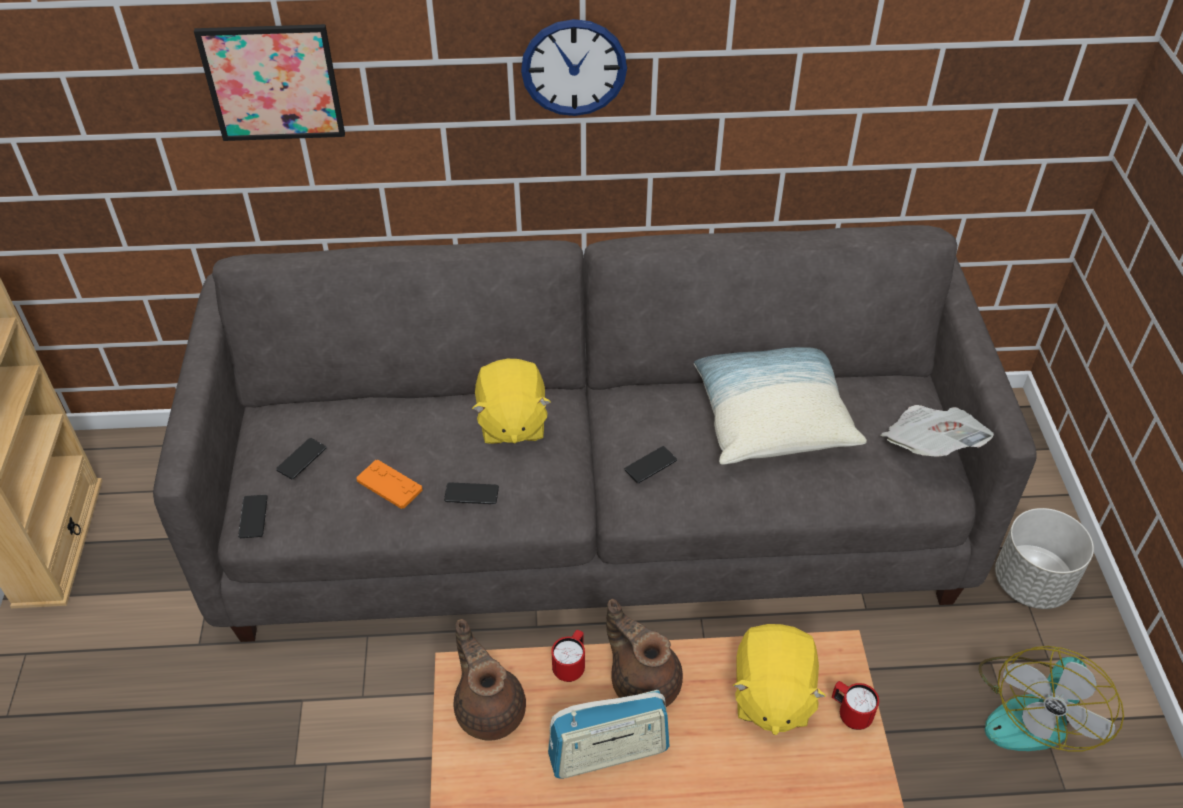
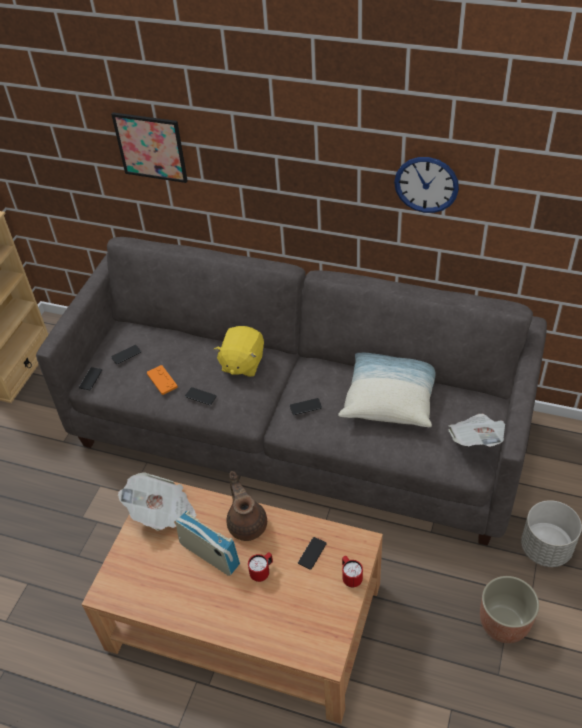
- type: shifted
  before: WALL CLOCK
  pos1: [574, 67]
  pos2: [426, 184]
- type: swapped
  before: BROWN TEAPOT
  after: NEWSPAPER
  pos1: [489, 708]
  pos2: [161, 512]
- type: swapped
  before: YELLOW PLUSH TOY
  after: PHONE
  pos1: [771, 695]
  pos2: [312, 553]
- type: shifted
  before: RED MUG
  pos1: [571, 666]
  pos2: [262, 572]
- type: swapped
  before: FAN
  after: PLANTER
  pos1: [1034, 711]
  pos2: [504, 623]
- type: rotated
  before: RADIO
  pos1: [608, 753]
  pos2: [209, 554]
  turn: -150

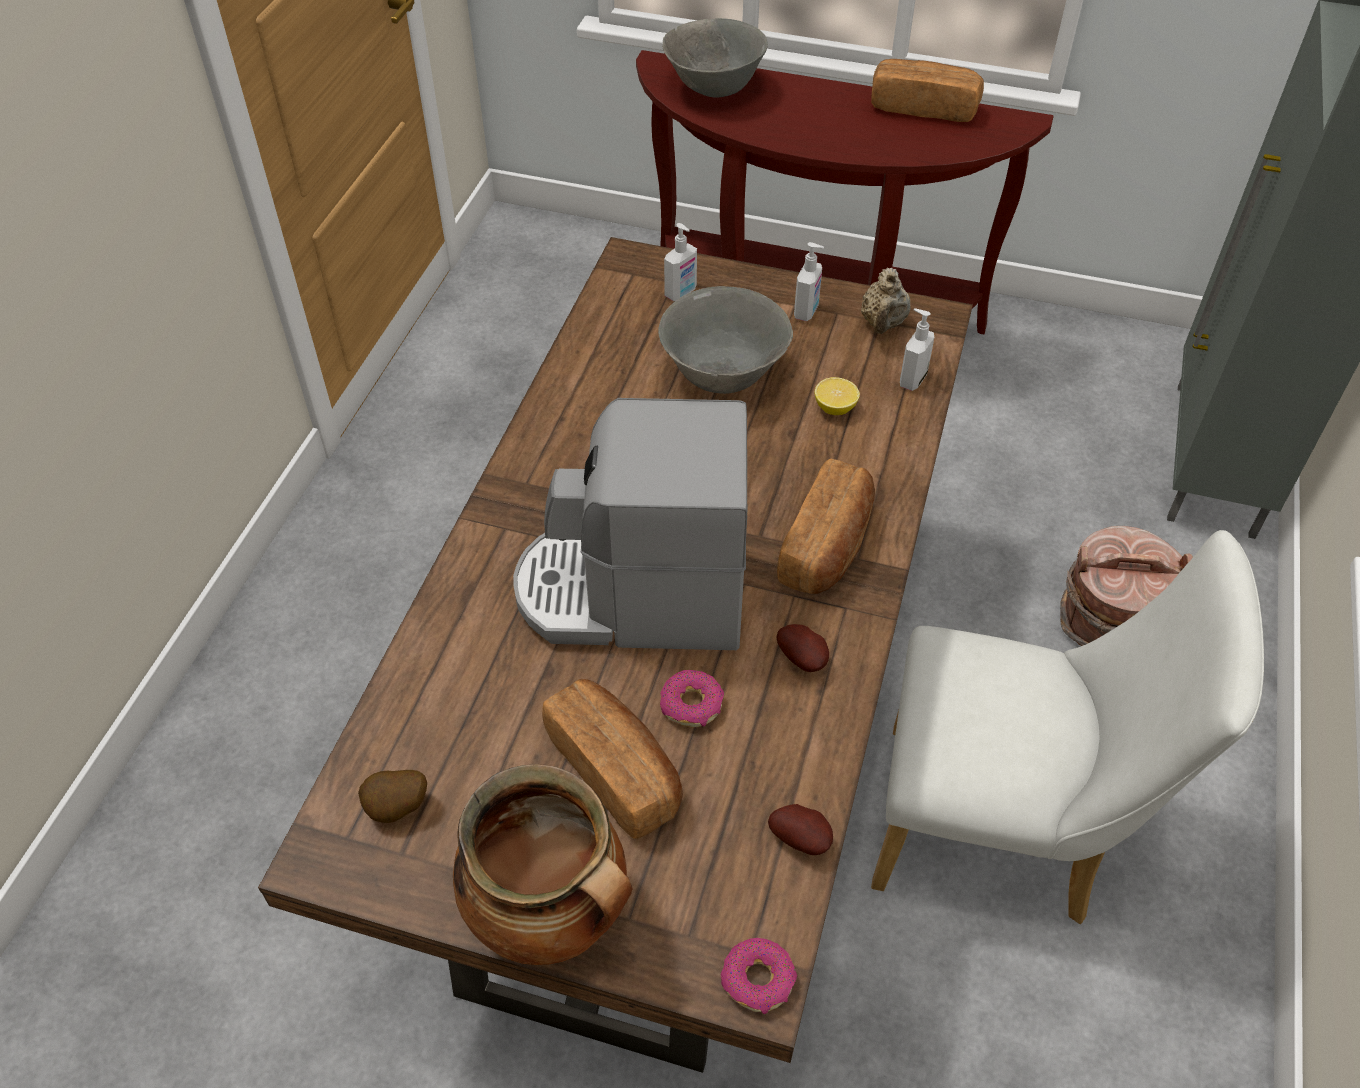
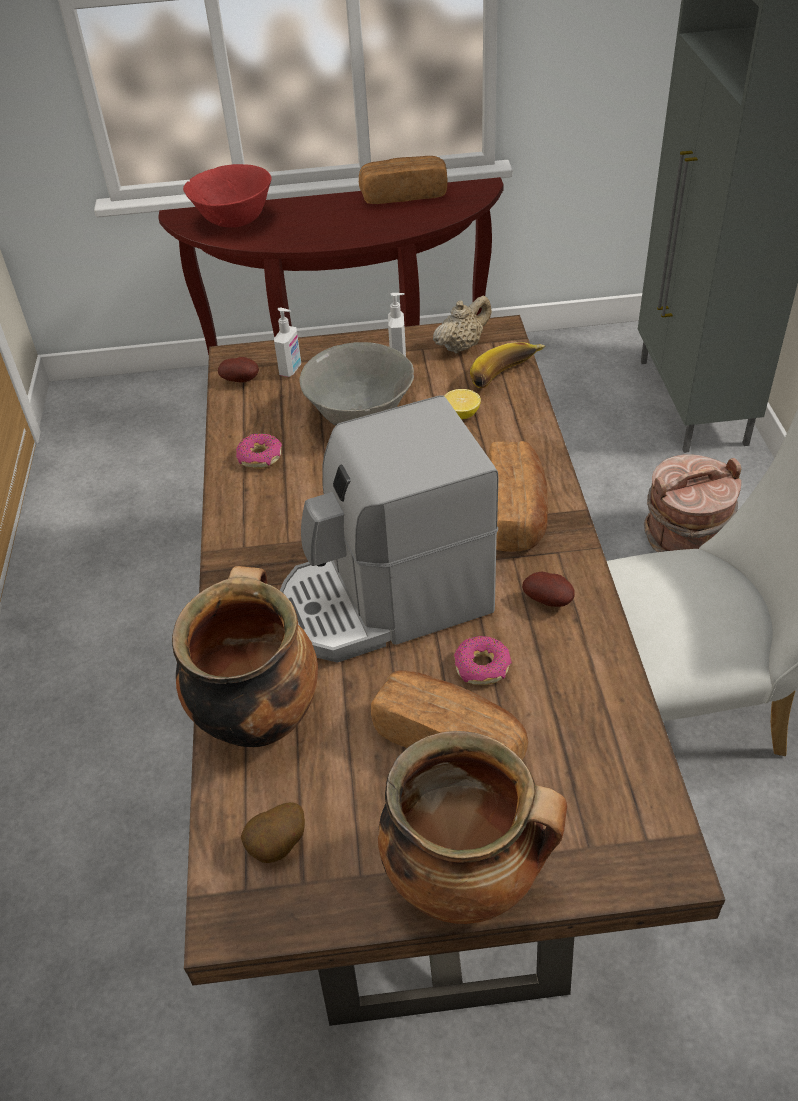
- type: repainted
  before: GREY BOWL
  after: RED BOWL
  pos1: [714, 89]
  pos2: [234, 222]
- type: rotated
  before: BEIGE TEAPOT
  pos1: [883, 323]
  pos2: [462, 346]
  turn: -120
- type: swapped
  before: SOAP DISPENSER
  after: BANANA
  pos1: [912, 379]
  pos2: [507, 377]
- type: shifted
  before: POTATO
  pos1: [802, 838]
  pos2: [242, 380]
- type: shifted
  before: DONUT
  pos1: [758, 981]
  pos2: [260, 457]
- type: new
  after: COOKING POT
  pos2: [257, 716]

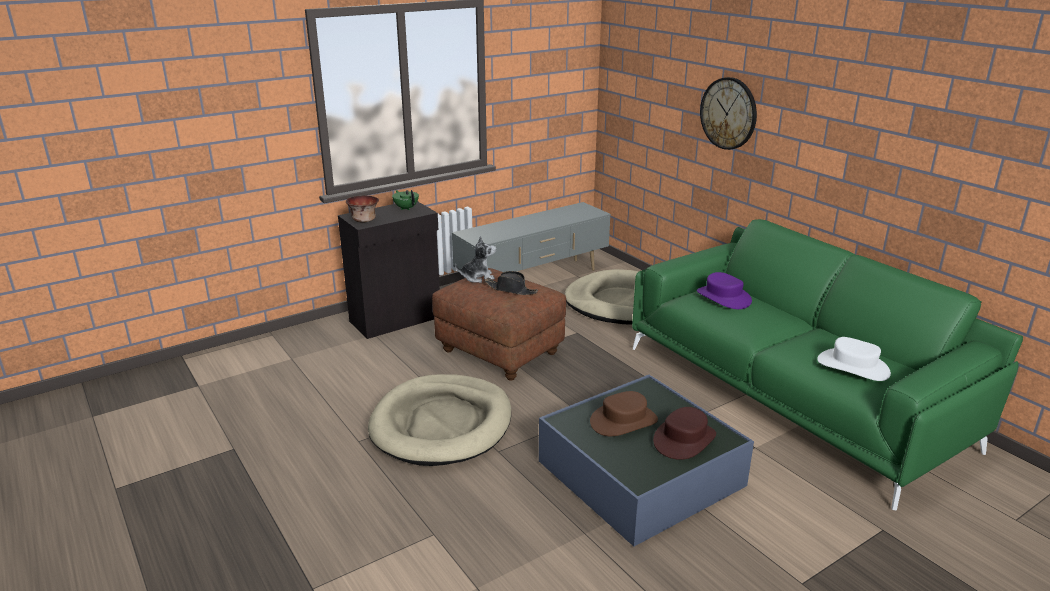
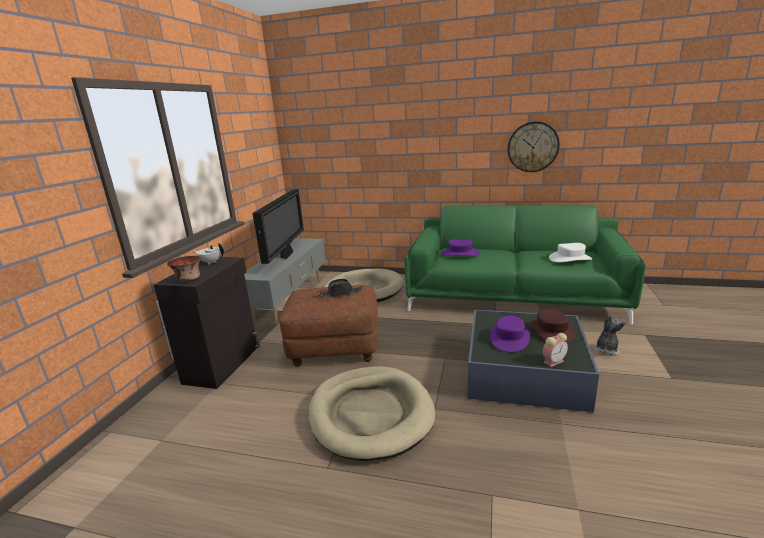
- type: shifted
  before: WALL CLOCK
  pos1: [728, 113]
  pos2: [533, 147]
- type: repainted
  before: GREEN TEAPOT
  after: WHITE TEAPOT
  pos1: [406, 208]
  pos2: [211, 262]
- type: shifted
  before: PLUSH TOY
  pos1: [477, 277]
  pos2: [606, 349]
- type: repainted
  before: BROWN HAT
  after: PURPLE HAT
  pos1: [623, 421]
  pos2: [509, 339]
- type: new
  after: TELEVISION
  pos2: [287, 255]
- type: new
  after: ALARM CLOCK
  pos2: [554, 361]

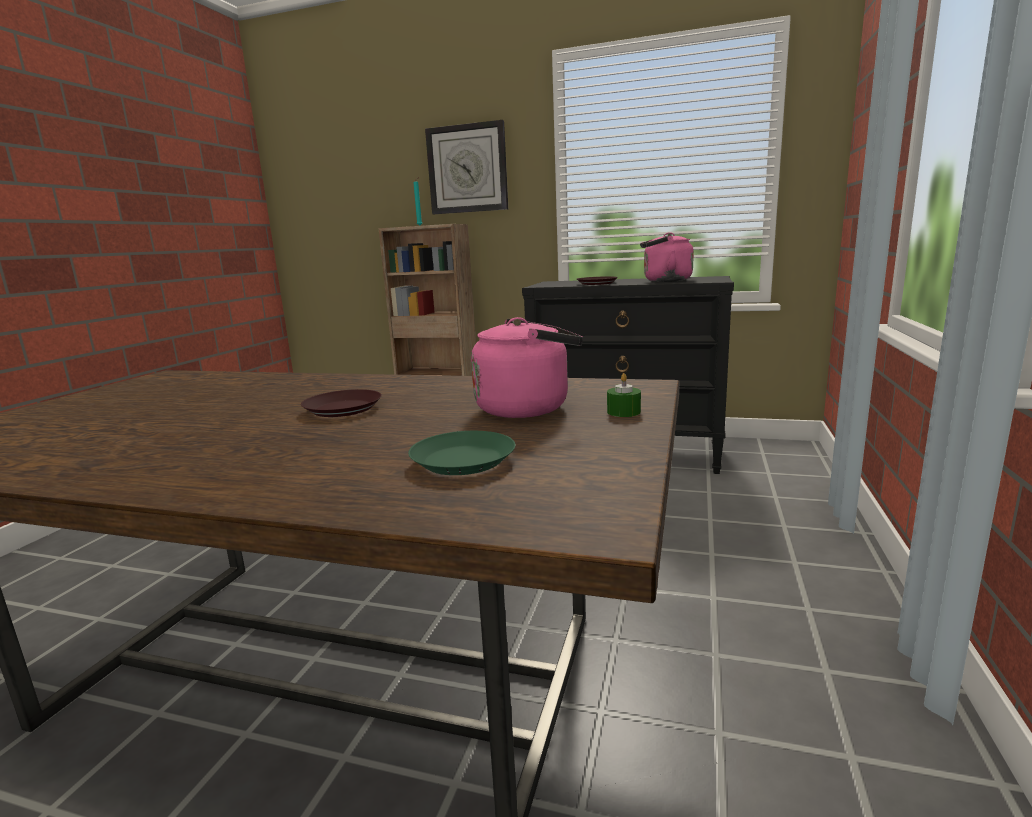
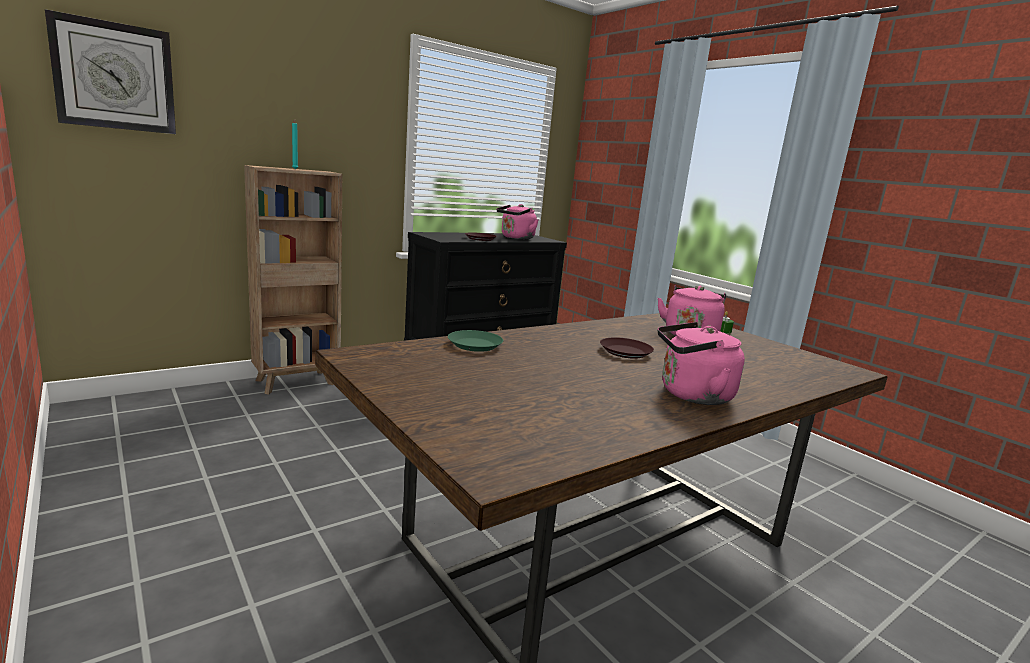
- type: shifted
  before: WALL CLOCK
  pos1: [467, 169]
  pos2: [114, 76]
- type: shifted
  before: GREEN PLATE
  pos1: [463, 460]
  pos2: [474, 345]
- type: new
  after: PINK KETTLE
  pos2: [691, 395]

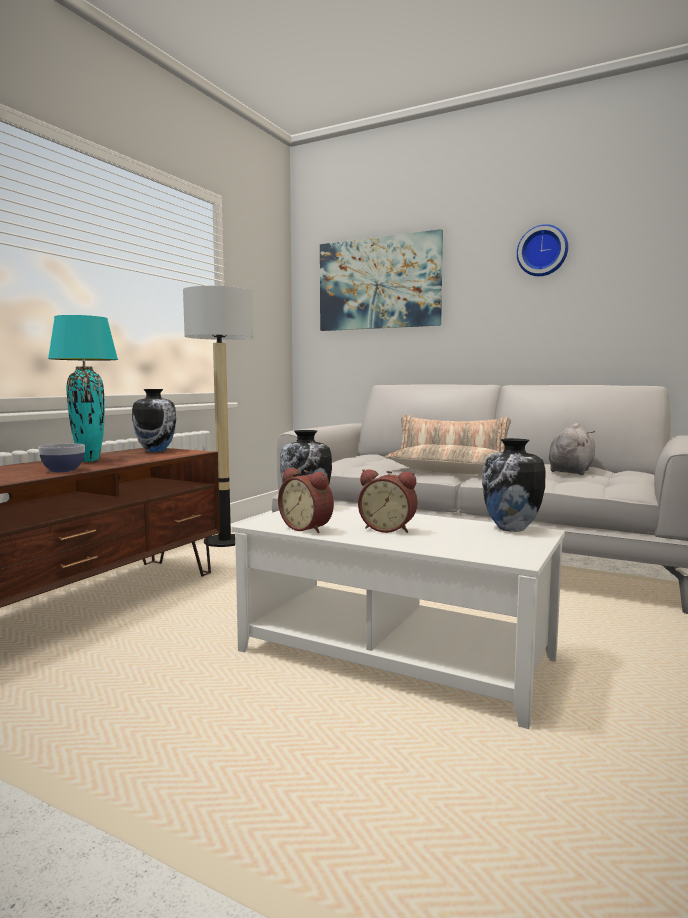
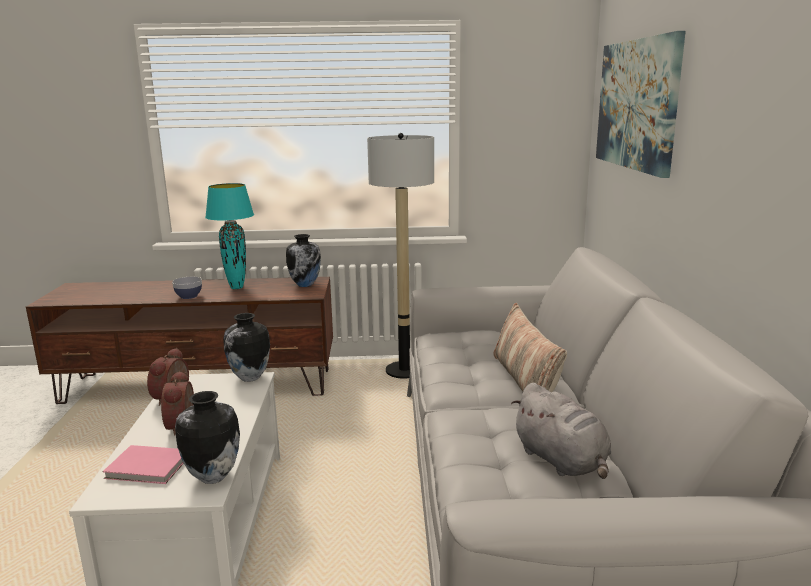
- type: gone
  before: WALL CLOCK
  pos1: [542, 251]
- type: rotated
  before: GREY PLUSH TOY
  pos1: [571, 471]
  pos2: [562, 461]
  turn: 60
- type: gone
  before: PILLOW
  pos1: [451, 472]
- type: new
  after: PINK BOOK
  pos2: [149, 468]

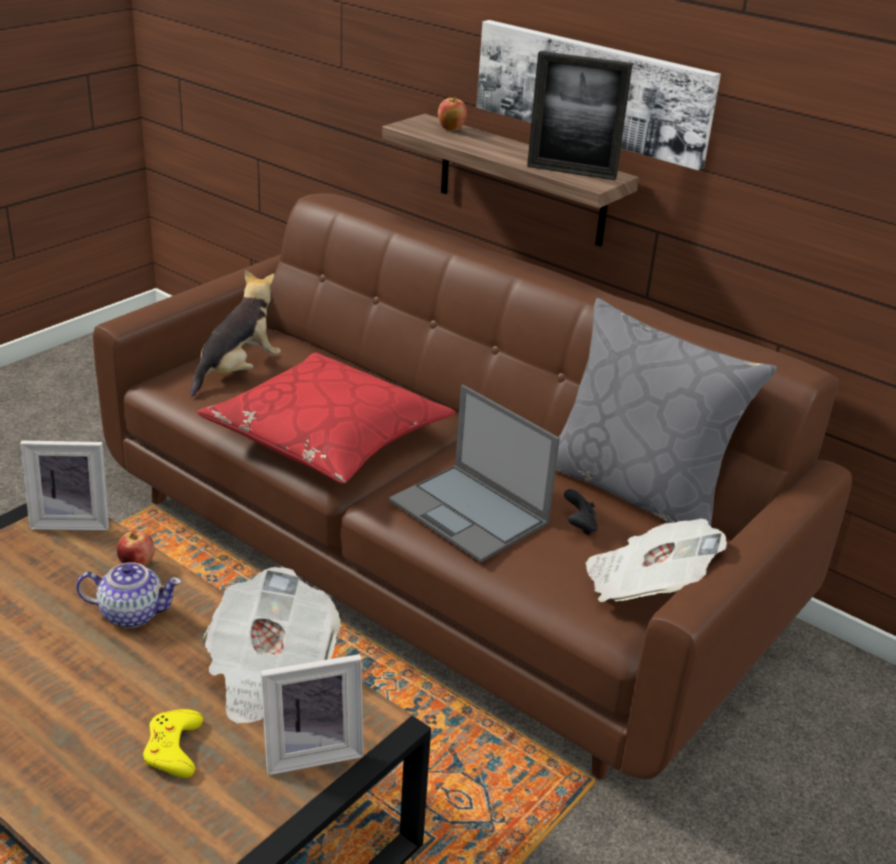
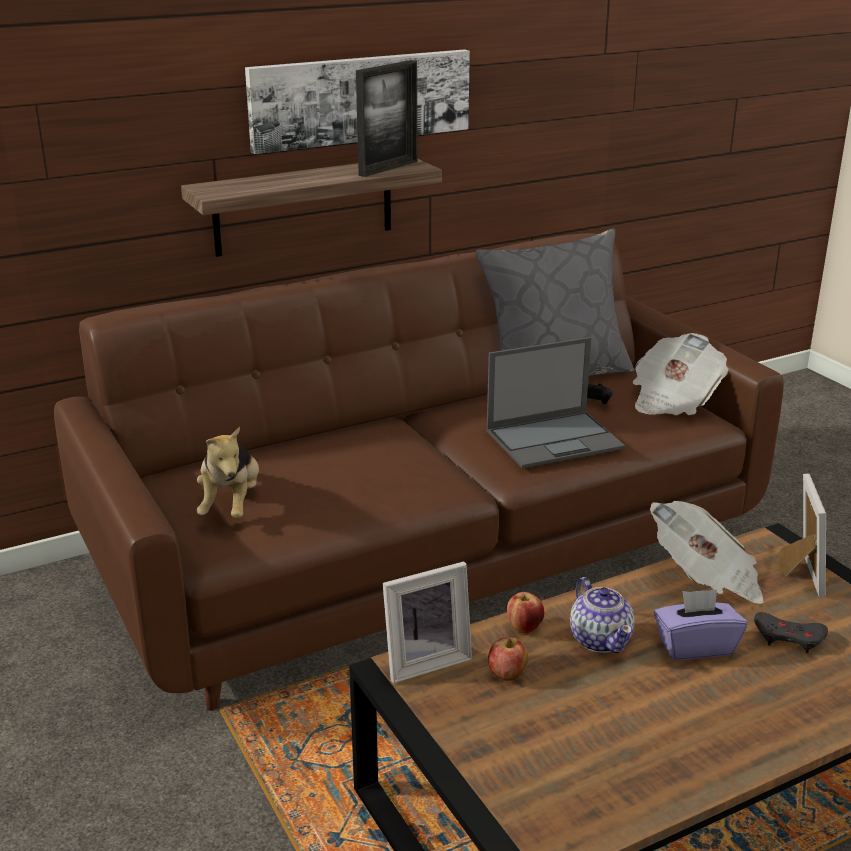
- type: shifted
  before: APPLE
  pos1: [450, 129]
  pos2: [507, 675]
- type: rotated
  before: PLUSH TOY
  pos1: [237, 371]
  pos2: [231, 505]
  turn: -150
- type: gone
  before: RED PILLOW
  pos1: [327, 436]
- type: rotated
  before: PICTURE FRAME
  pos1: [72, 520]
  pos2: [424, 660]
  turn: 45
- type: rotated
  before: TEAPOT
  pos1: [131, 613]
  pos2: [600, 639]
  turn: 135
- type: repainted
  before: YELLOW GAME CONTROLLER
  after: GREY GAME CONTROLLER
  pos1: [173, 749]
  pos2: [789, 637]
- type: new
  after: PURPLE TISSUE BOX
  pos2: [695, 646]

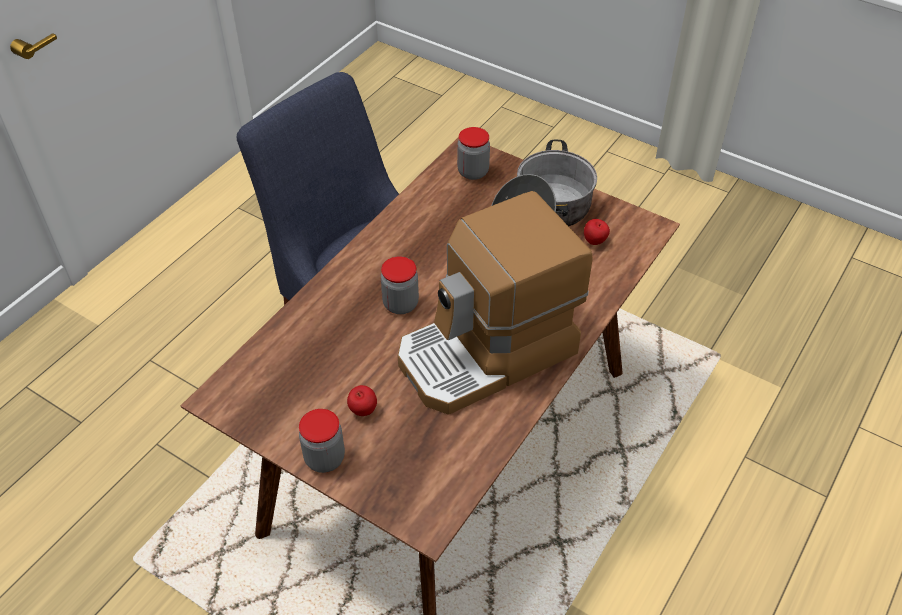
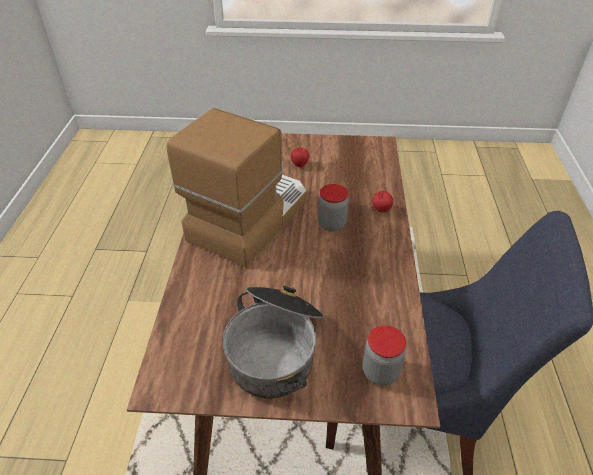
- type: shifted
  before: APPLE
  pos1: [595, 242]
  pos2: [381, 210]
- type: gone
  before: JAR
  pos1: [324, 458]

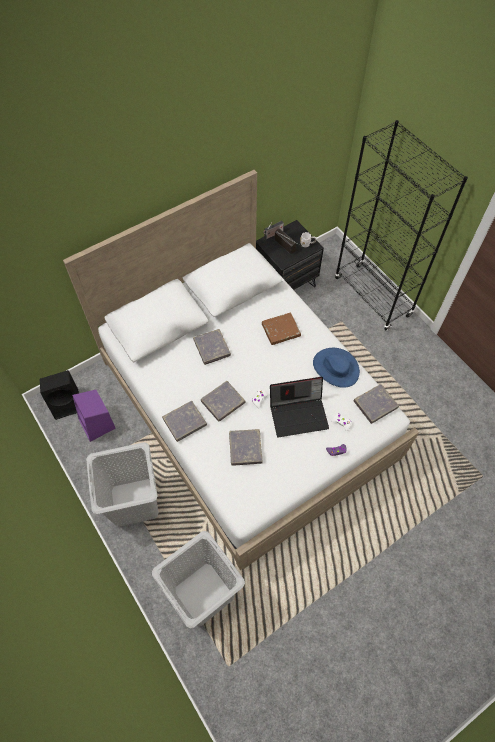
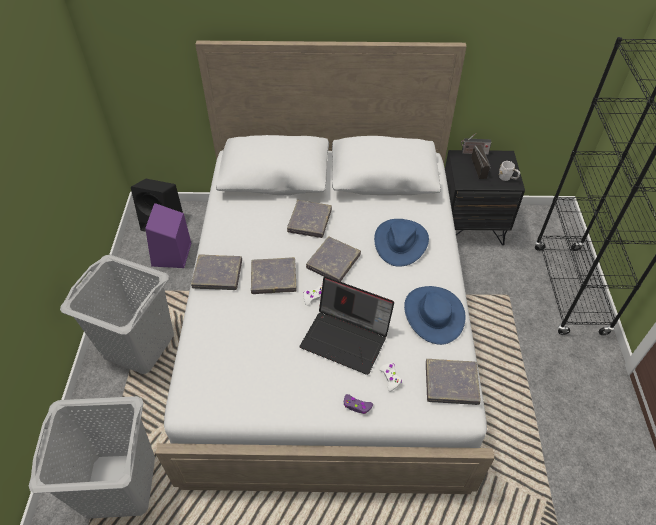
- type: swapped
  before: BROWN BOOK
  after: BLUE HAT
  pos1: [280, 330]
  pos2: [400, 242]
- type: shifted
  before: GREY BOOK
  pos1: [245, 448]
  pos2: [333, 262]

